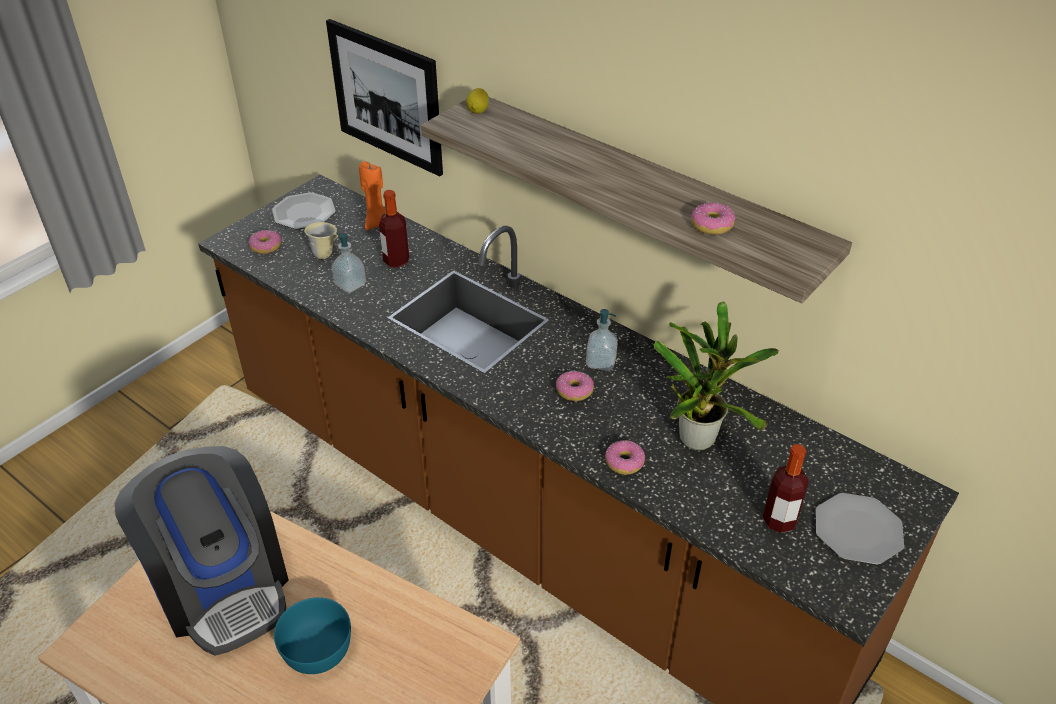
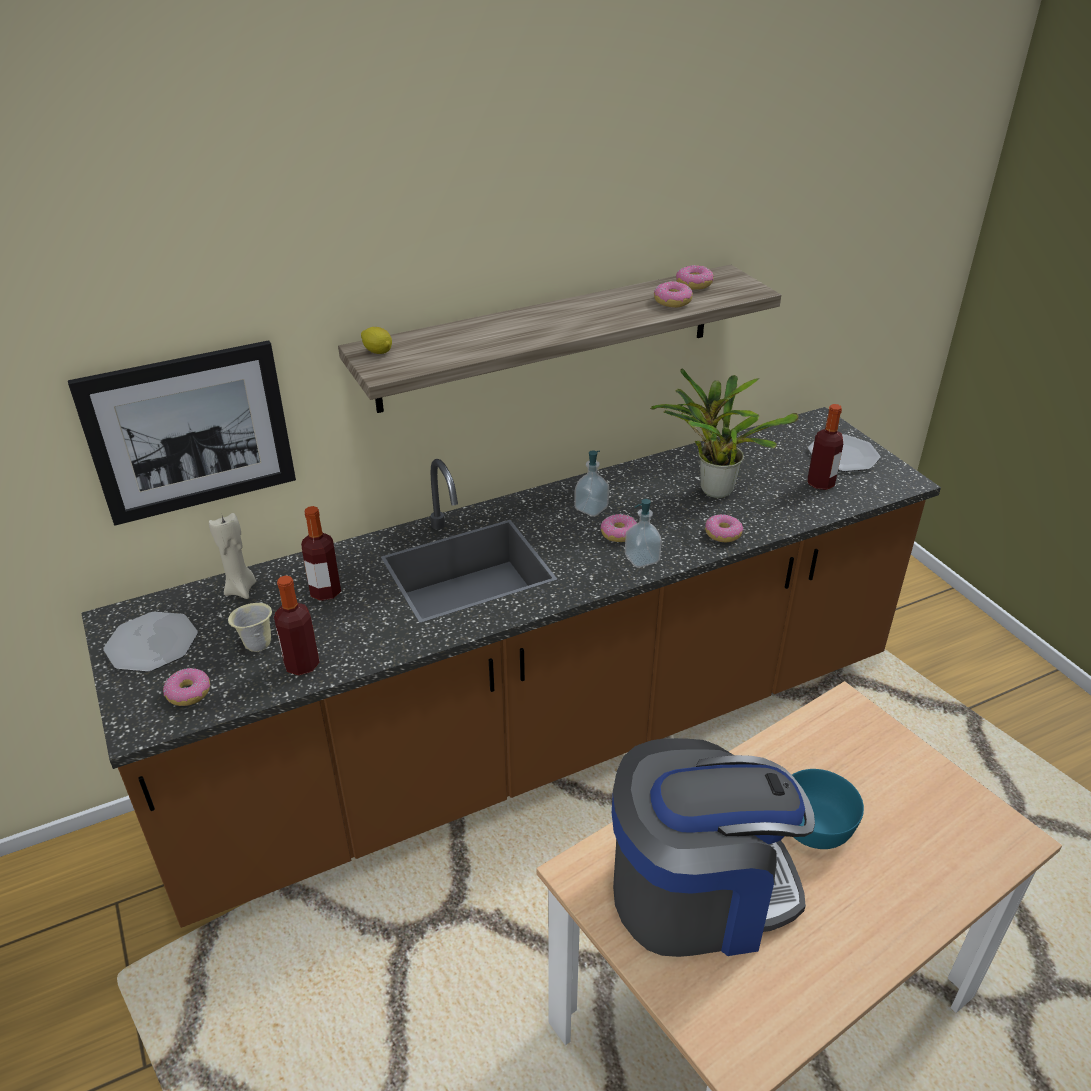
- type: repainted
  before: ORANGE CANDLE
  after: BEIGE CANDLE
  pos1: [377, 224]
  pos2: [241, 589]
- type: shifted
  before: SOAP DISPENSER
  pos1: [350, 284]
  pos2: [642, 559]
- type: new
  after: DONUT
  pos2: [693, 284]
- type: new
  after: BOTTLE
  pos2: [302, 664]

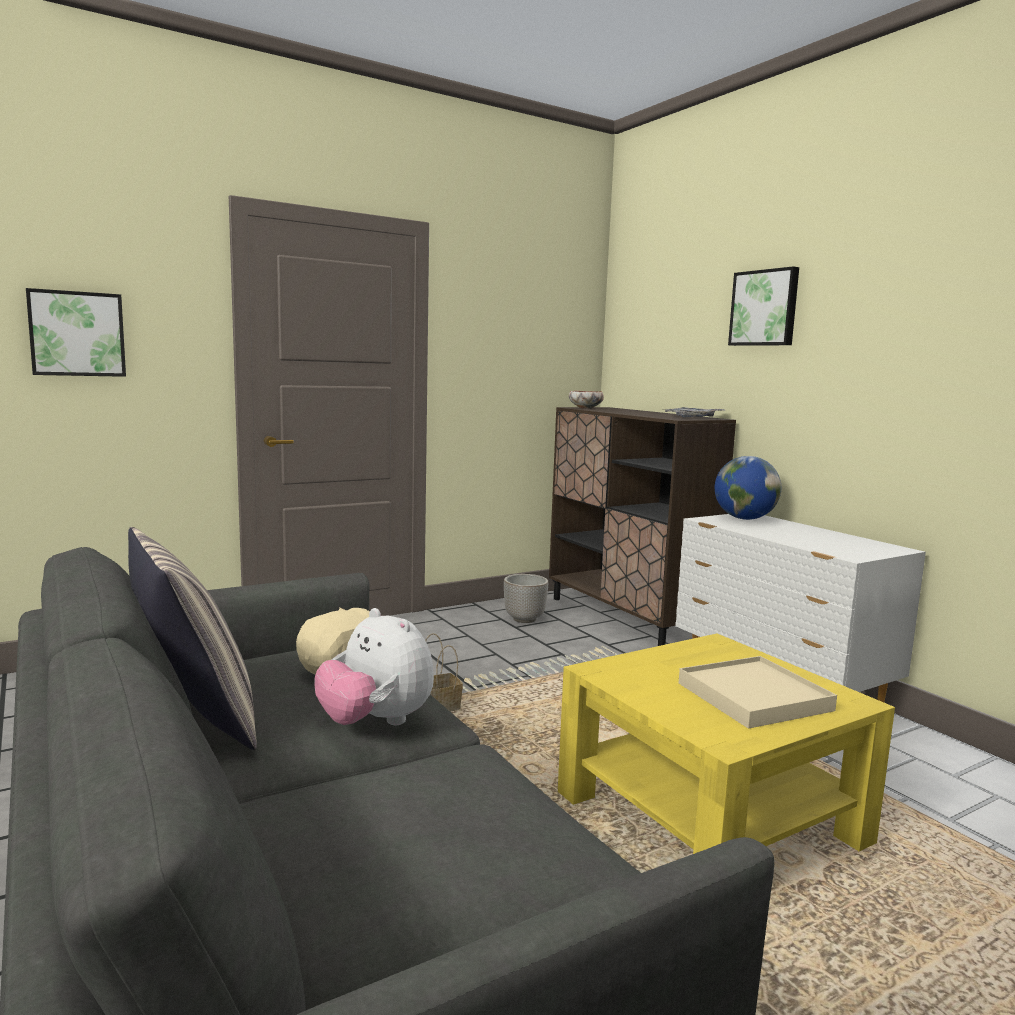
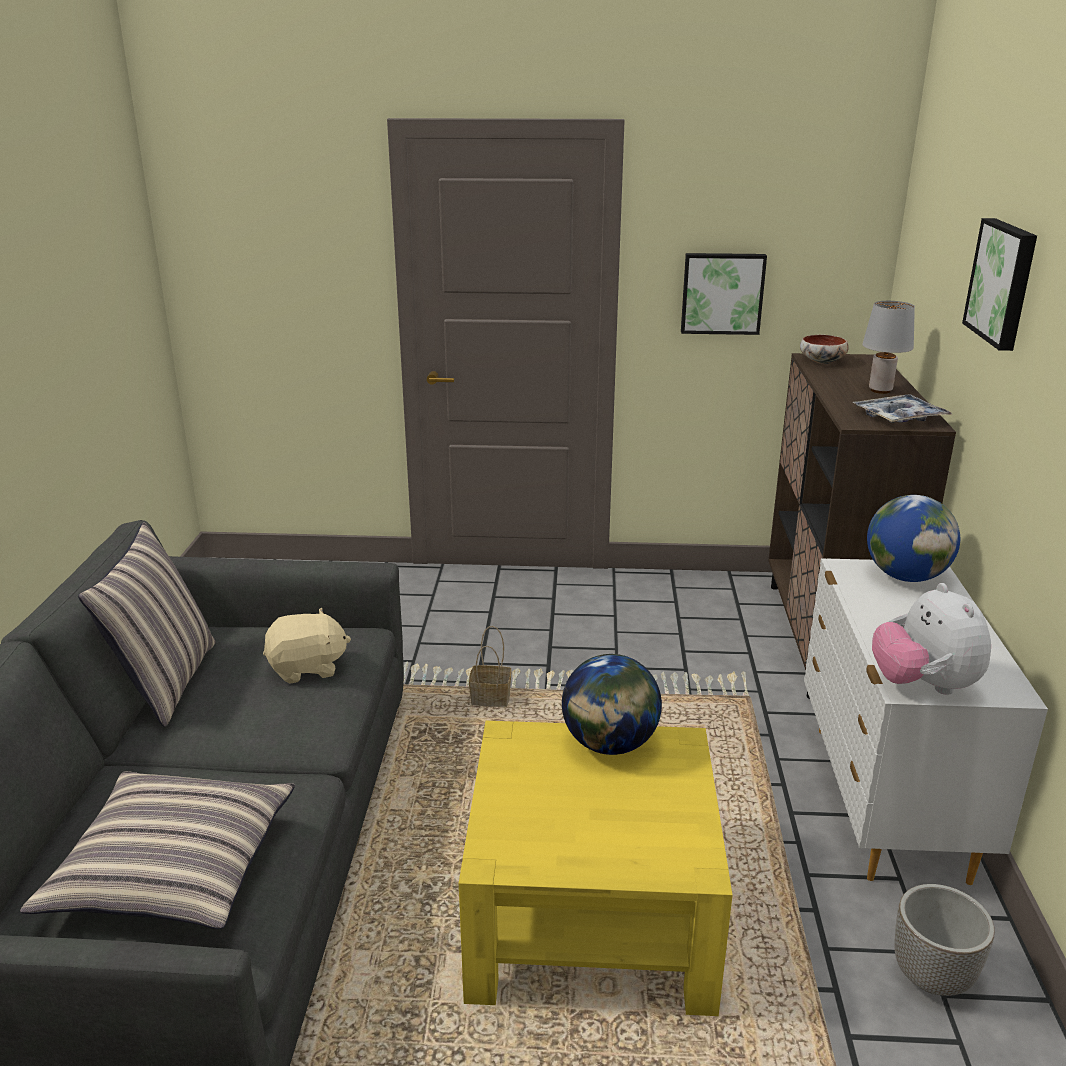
- type: shifted
  before: PICTURE
  pos1: [77, 334]
  pos2: [722, 293]
- type: shifted
  before: PLANTER
  pos1: [525, 619]
  pos2: [933, 976]
- type: shifted
  before: PLUSH TOY
  pos1: [376, 722]
  pos2: [923, 685]
- type: gone
  before: BEIGE TRAY
  pos1: [754, 697]
- type: new
  after: GREY TABLE LAMP
  pos2: [879, 390]
- type: new
  after: GLOBE
  pos2: [609, 744]
- type: new
  after: PILLOW
  pos2: [173, 866]

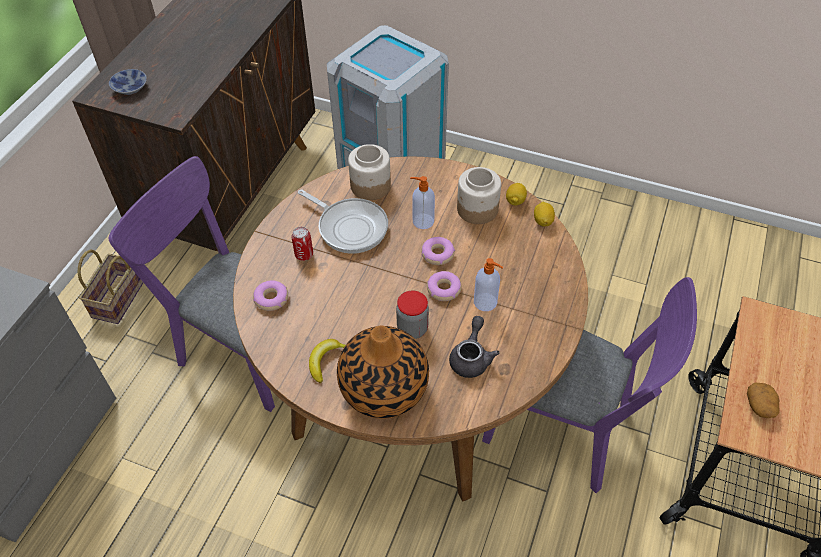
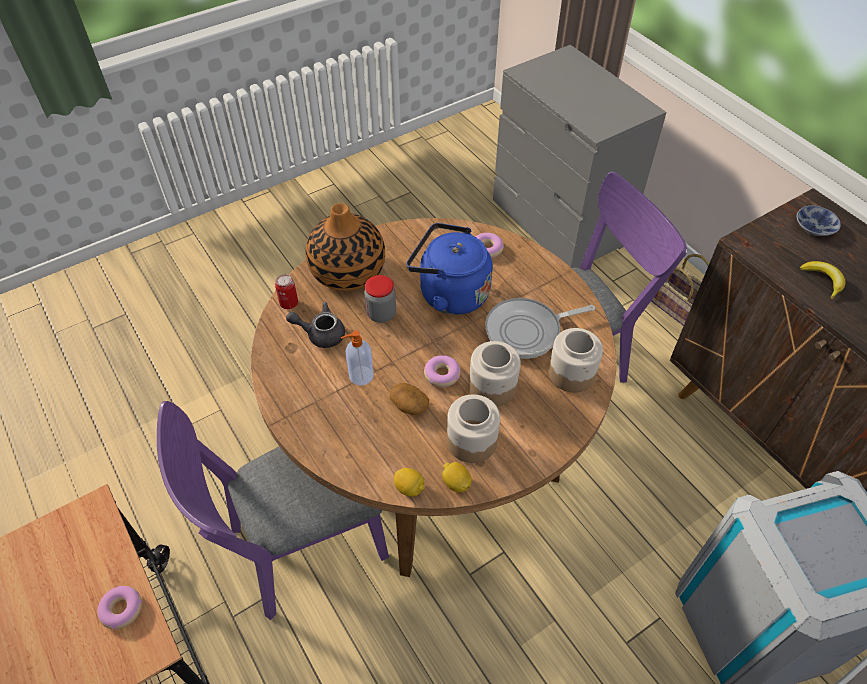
- type: swapped
  before: SOAP DISPENSER
  after: JAR
  pos1: [422, 221]
  pos2: [492, 387]
- type: shifted
  before: CAN
  pos1: [304, 254]
  pos2: [289, 303]
- type: shifted
  before: DONUT
  pos1: [443, 289]
  pos2: [122, 609]
- type: rotated
  before: GREY TEAPOT
  pos1: [471, 357]
  pos2: [321, 334]
  turn: 135
- type: shifted
  before: BANANA
  pos1: [325, 361]
  pos2: [823, 281]
- type: shifted
  before: POTATO
  pos1: [760, 406]
  pos2: [409, 405]
- type: new
  after: BLUE KETTLE
  pos2: [449, 293]

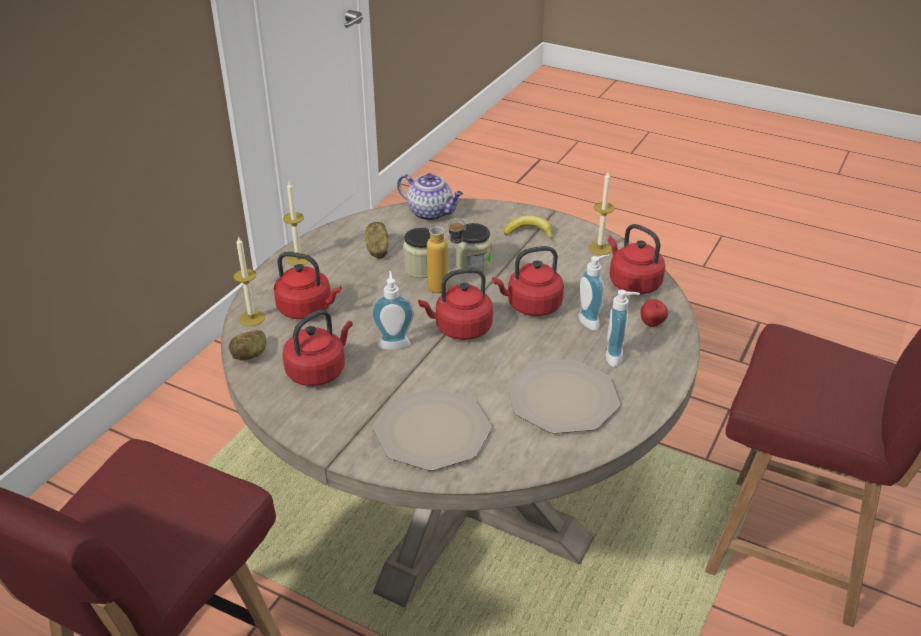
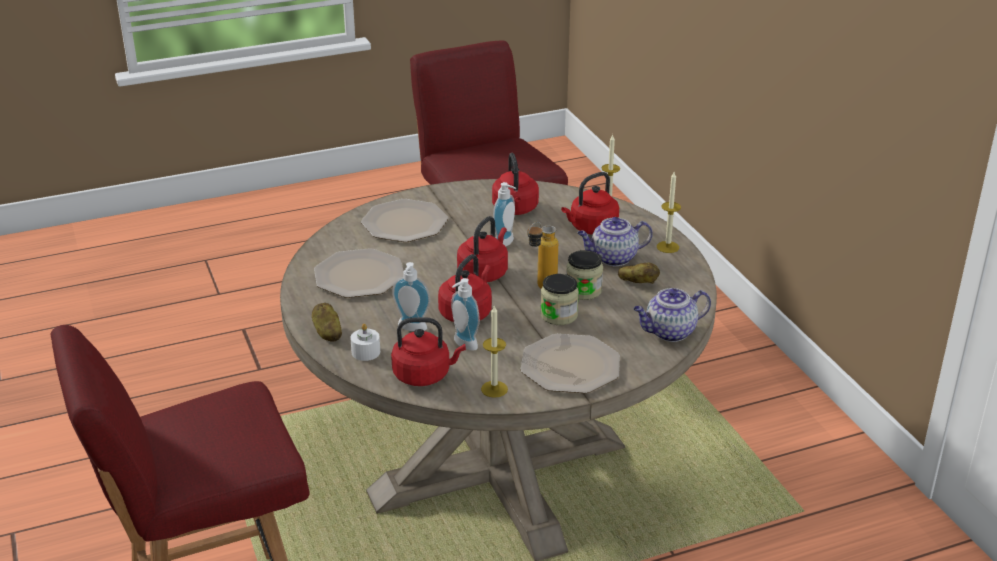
- type: swapped
  before: BANANA
  after: PLATE
  pos1: [529, 232]
  pos2: [570, 366]
- type: shifted
  before: SOAP DISPENSER
  pos1: [617, 357]
  pos2: [463, 345]
- type: swapped
  before: APPLE
  after: WHITE CANDLE
  pos1: [652, 325]
  pos2: [366, 352]
- type: shifted
  before: POTATO
  pos1: [251, 355]
  pos2: [327, 333]
- type: new
  after: TEAPOT
  pos2: [613, 258]

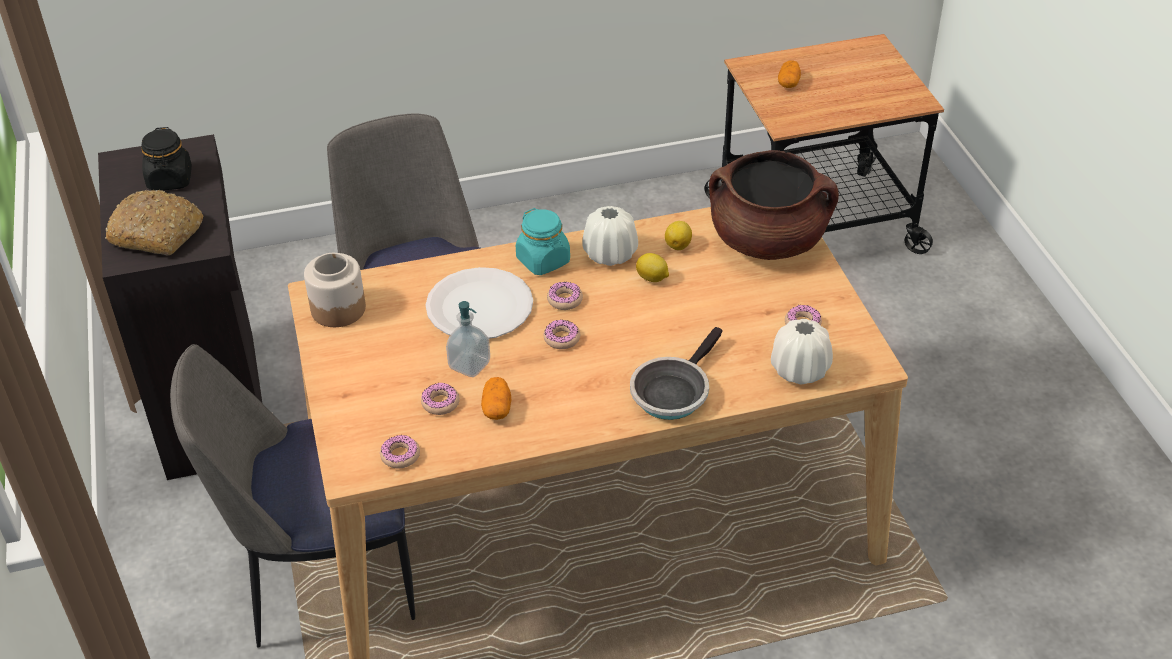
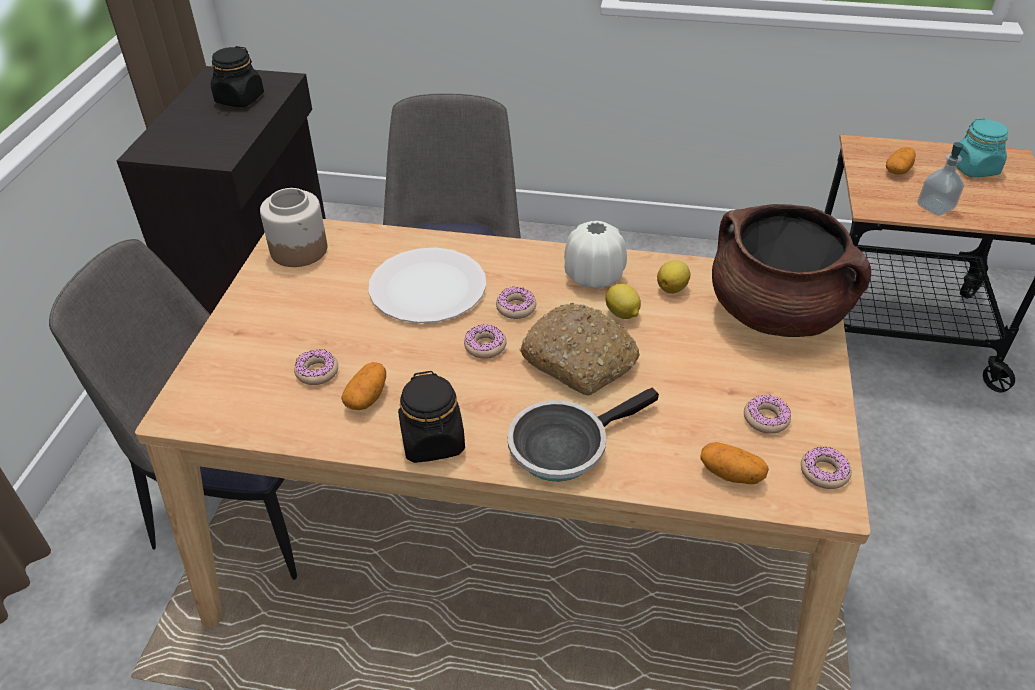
- type: shifted
  before: BREAD
  pos1: [158, 233]
  pos2: [580, 360]
- type: shifted
  before: TURQUOISE JAR
  pos1: [543, 261]
  pos2: [974, 168]
- type: shifted
  before: SOAP DISPENSER
  pos1: [469, 365]
  pos2: [935, 207]
- type: swapped
  before: WHITE VASE
  after: POTATO
  pos1: [799, 370]
  pos2: [731, 474]
- type: shifted
  before: DONUT
  pos1: [400, 455]
  pos2: [824, 472]
- type: new
  after: BLACK JAR
  pos2: [433, 441]

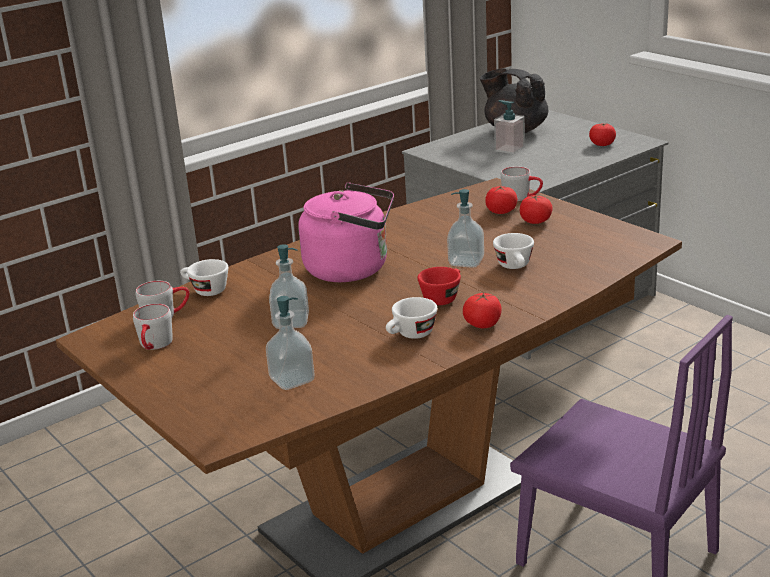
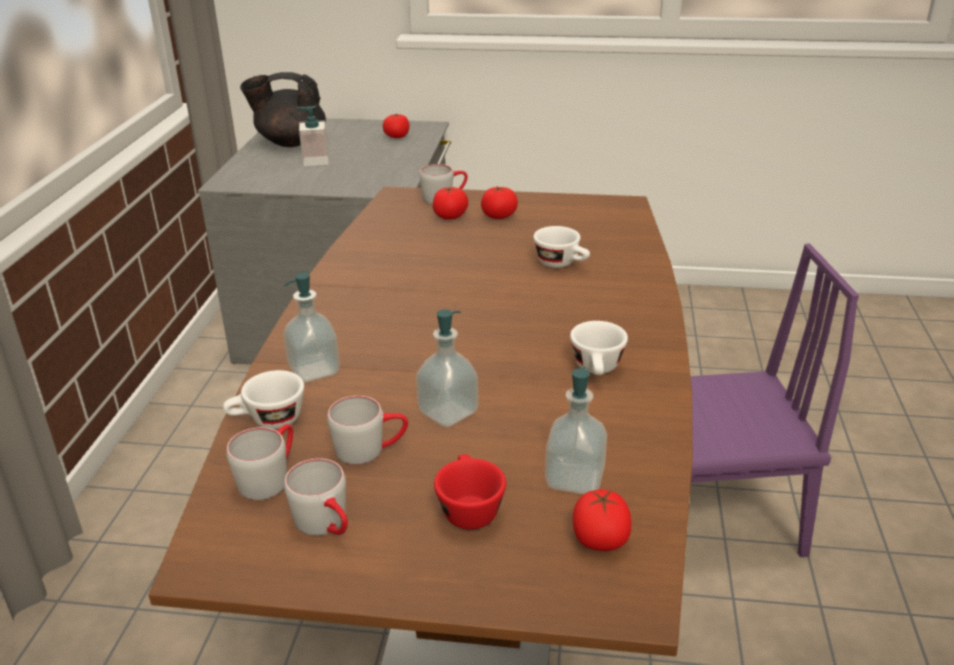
- type: gone
  before: PINK KETTLE
  pos1: [352, 269]
- type: shifted
  before: SOAP DISPENSER
  pos1: [466, 262]
  pos2: [314, 370]
- type: shifted
  before: RED CUP
  pos1: [443, 297]
  pos2: [468, 508]
- type: shifted
  before: TOMATO
  pos1: [482, 324]
  pos2: [600, 539]
- type: new
  after: GREY MUG
  pos2: [370, 449]

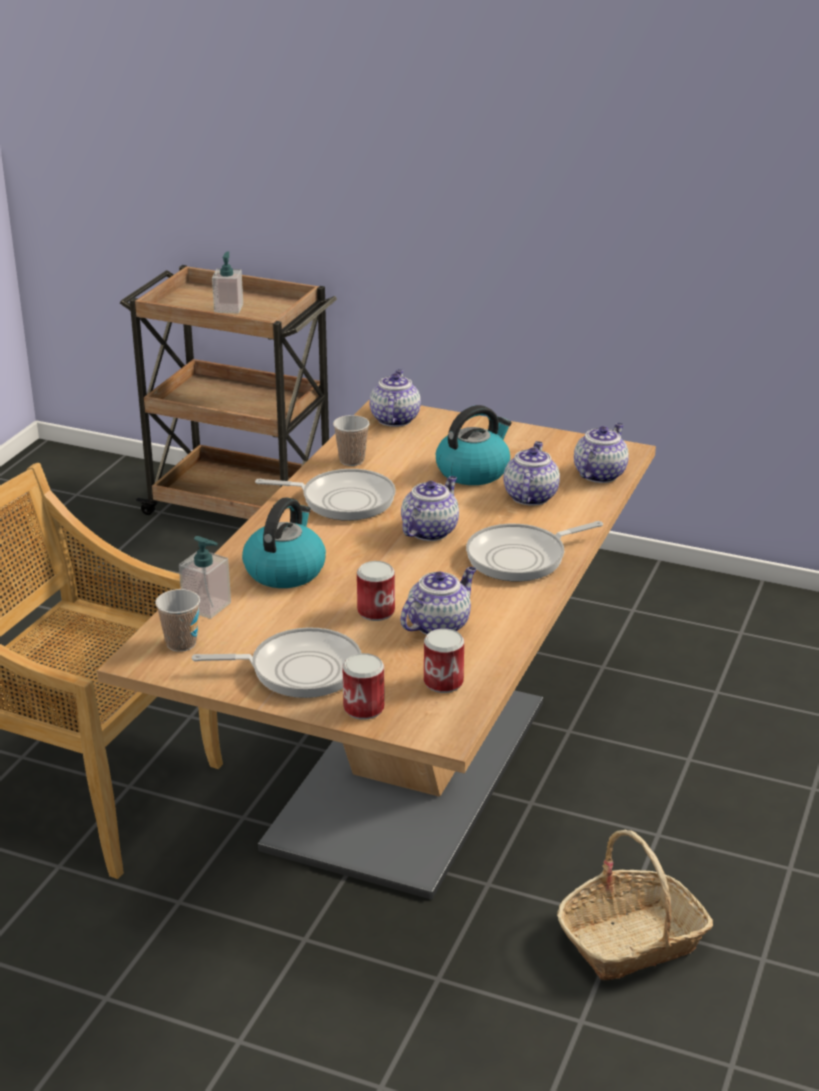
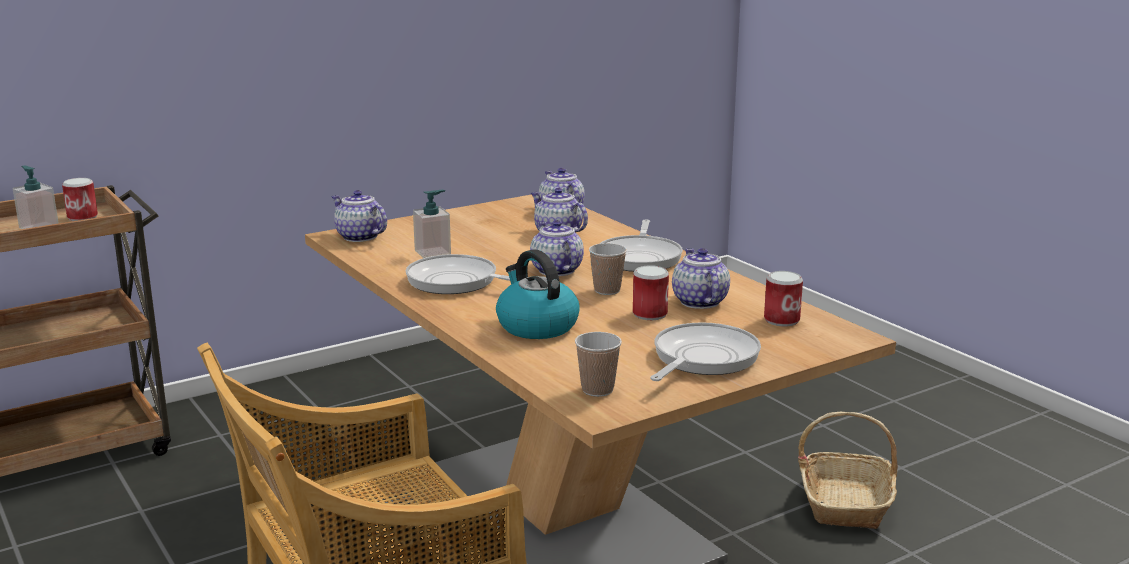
- type: gone
  before: KETTLE
  pos1: [473, 471]
- type: shifted
  before: CUP
  pos1: [352, 460]
  pos2: [607, 290]
- type: rotated
  before: FRYING PAN
  pos1: [342, 500]
  pos2: [457, 282]
  turn: -105
- type: shifted
  before: SOAP DISPENSER
  pos1: [207, 606]
  pos2: [433, 252]
- type: shifted
  before: CAN
  pos1: [364, 708]
  pos2: [82, 217]

